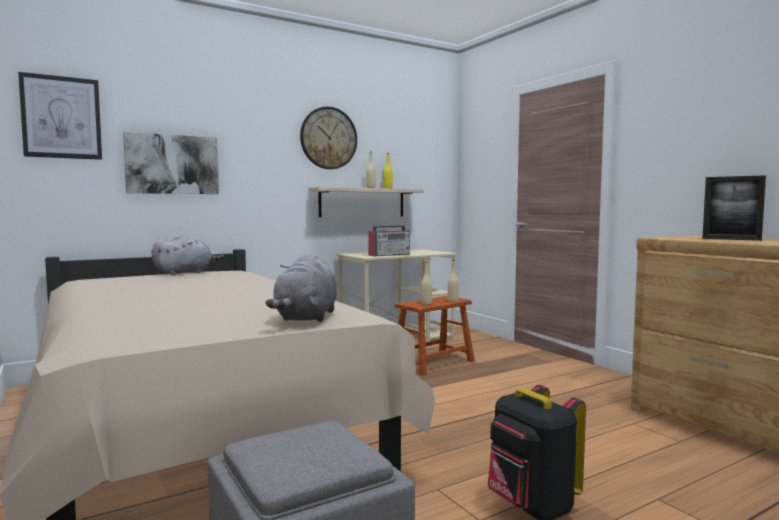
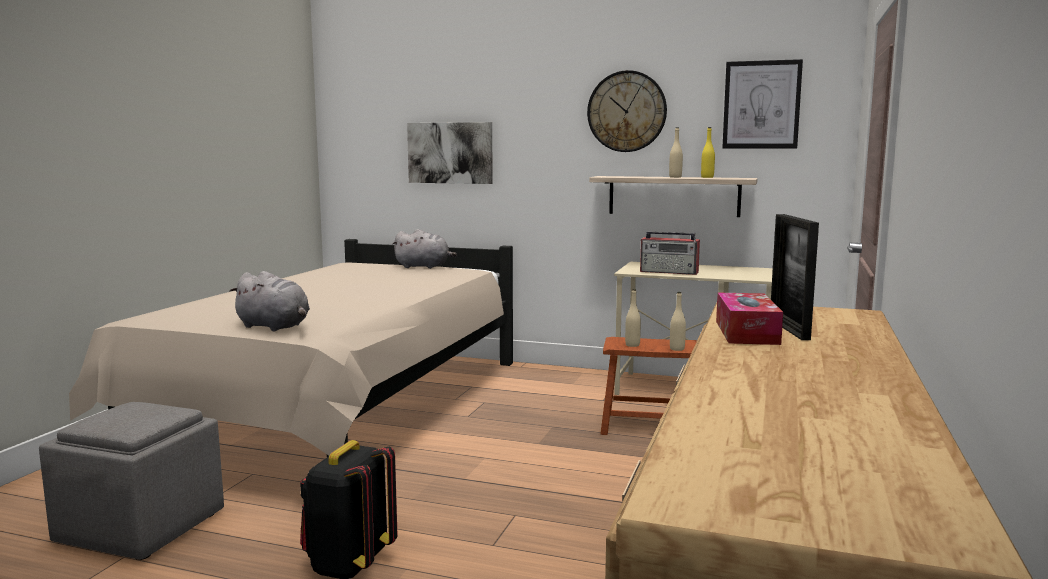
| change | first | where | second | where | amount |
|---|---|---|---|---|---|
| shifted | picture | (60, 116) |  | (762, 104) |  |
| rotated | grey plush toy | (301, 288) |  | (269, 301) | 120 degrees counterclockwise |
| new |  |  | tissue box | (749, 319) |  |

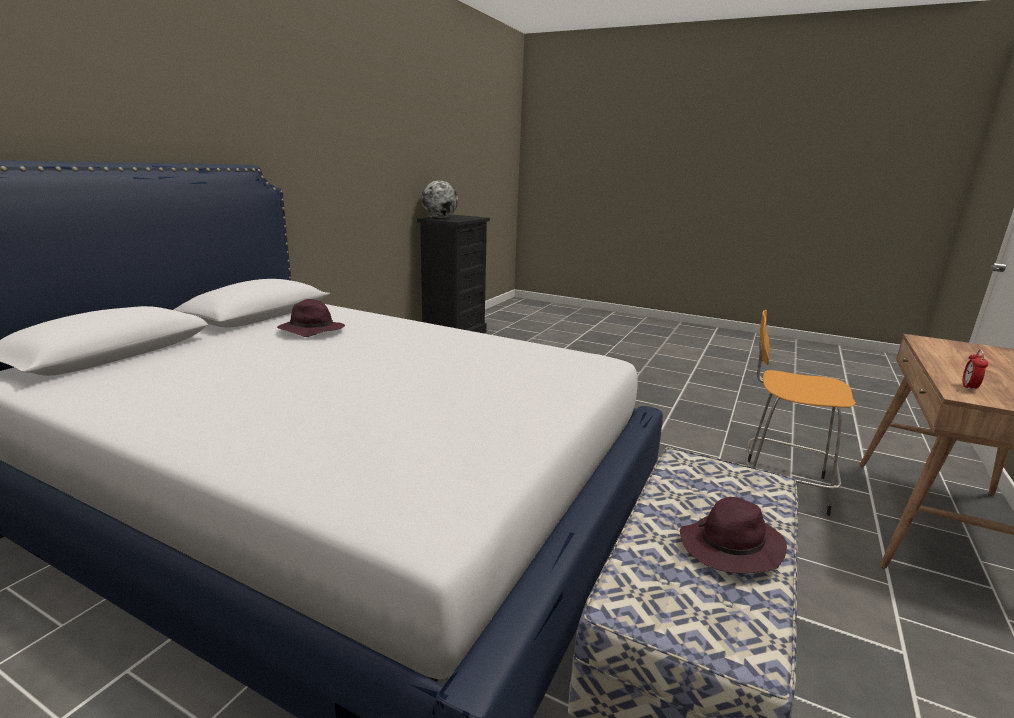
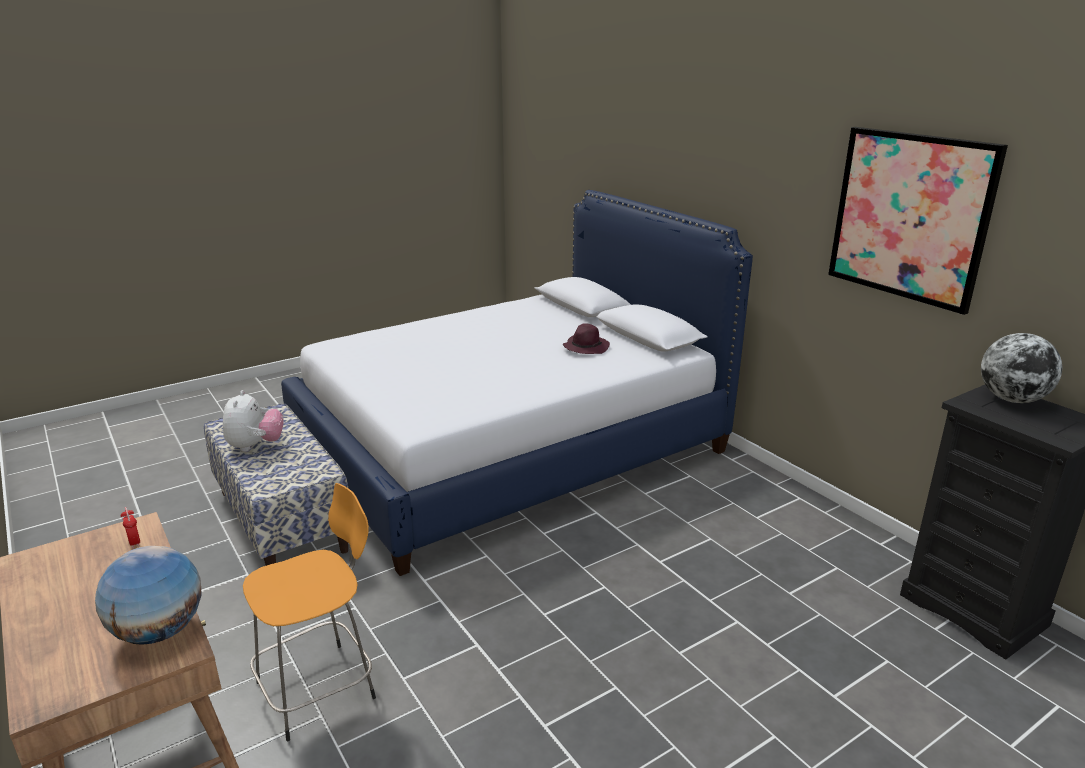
| change | first | where | second | where | amount |
|---|---|---|---|---|---|
| swapped | purple hat | (733, 535) | plush toy | (253, 421) |  |
| new |  |  | picture | (918, 221) |  |
| new |  |  | globe | (148, 595) |  |

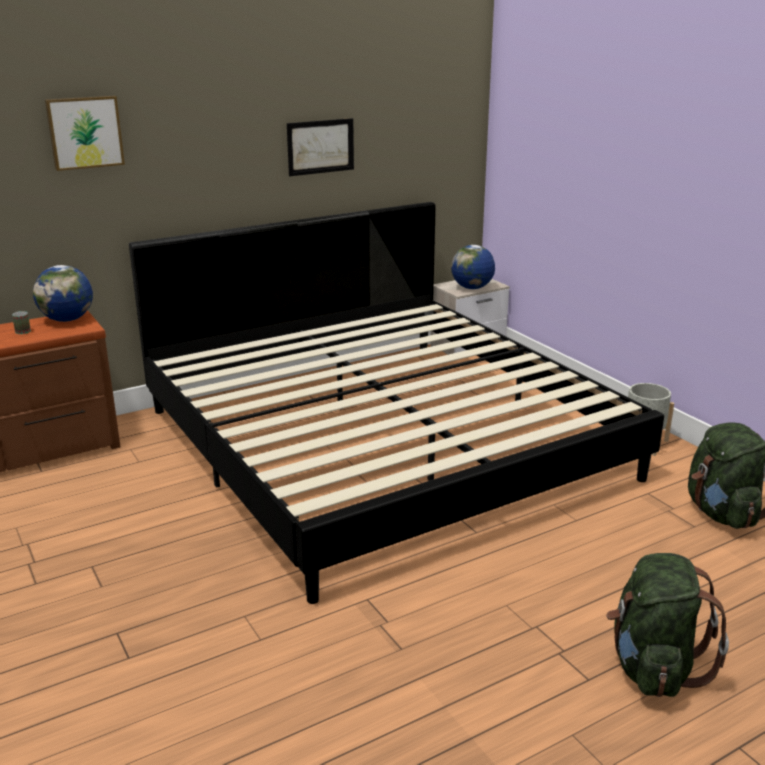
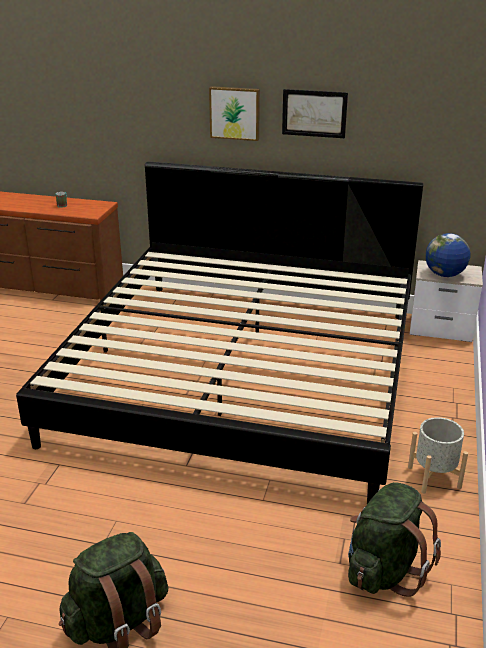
| change | first | where | second | where | amount |
|---|---|---|---|---|---|
| shifted | picture | (85, 133) |  | (234, 113) |  |
| gone | globe | (63, 293) |  |  |  |

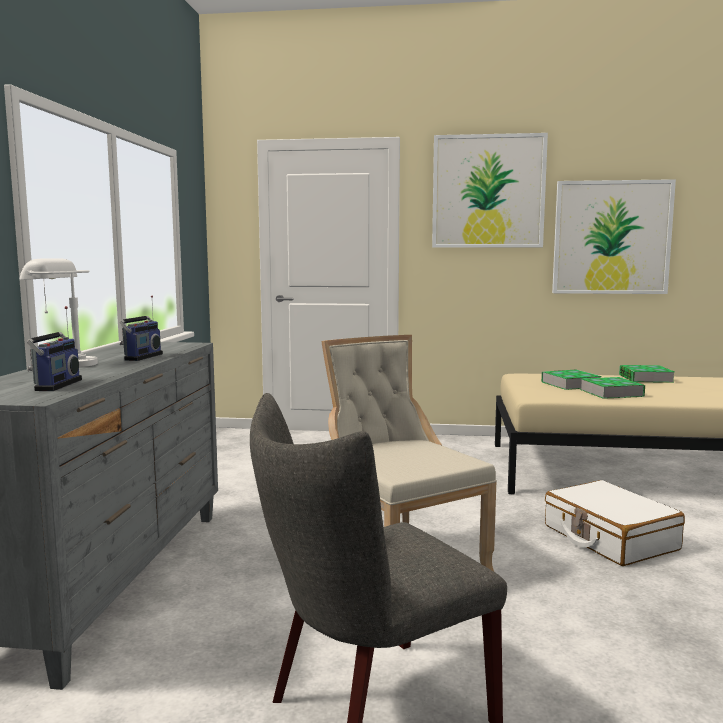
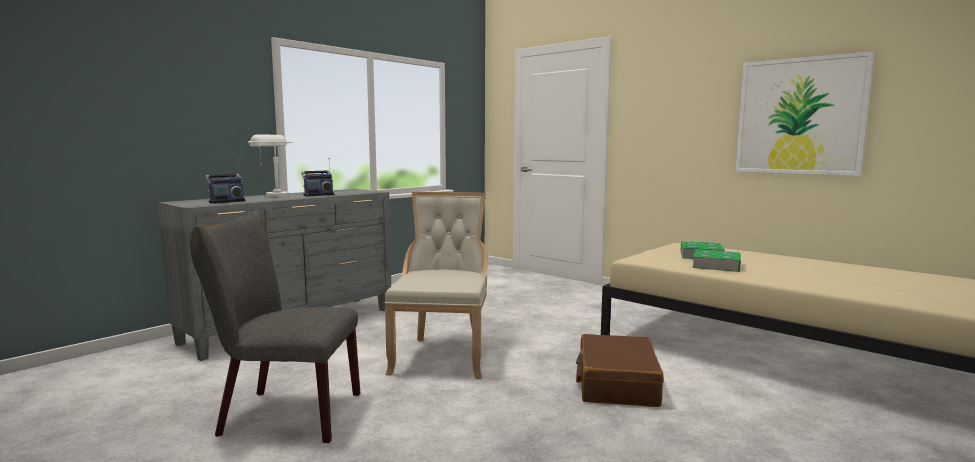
| change | first | where | second | where | amount |
|---|---|---|---|---|---|
| gone | picture | (490, 190) |  |  |  |
| gone | book | (646, 374) |  |  |  |
| repainted | white suitcase | (615, 523) | brown suitcase | (620, 370) |  |

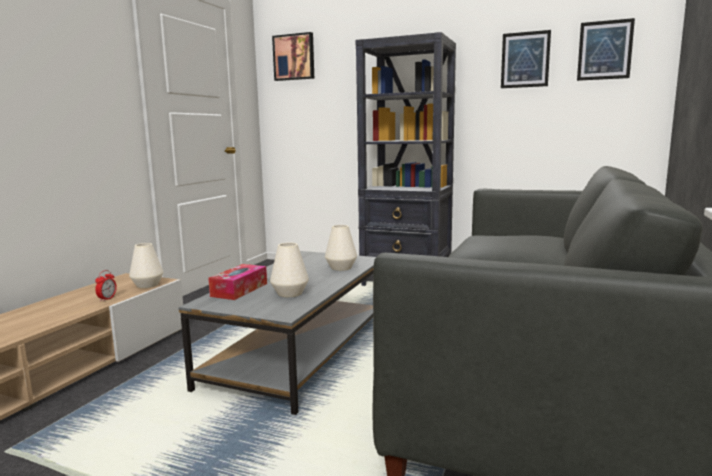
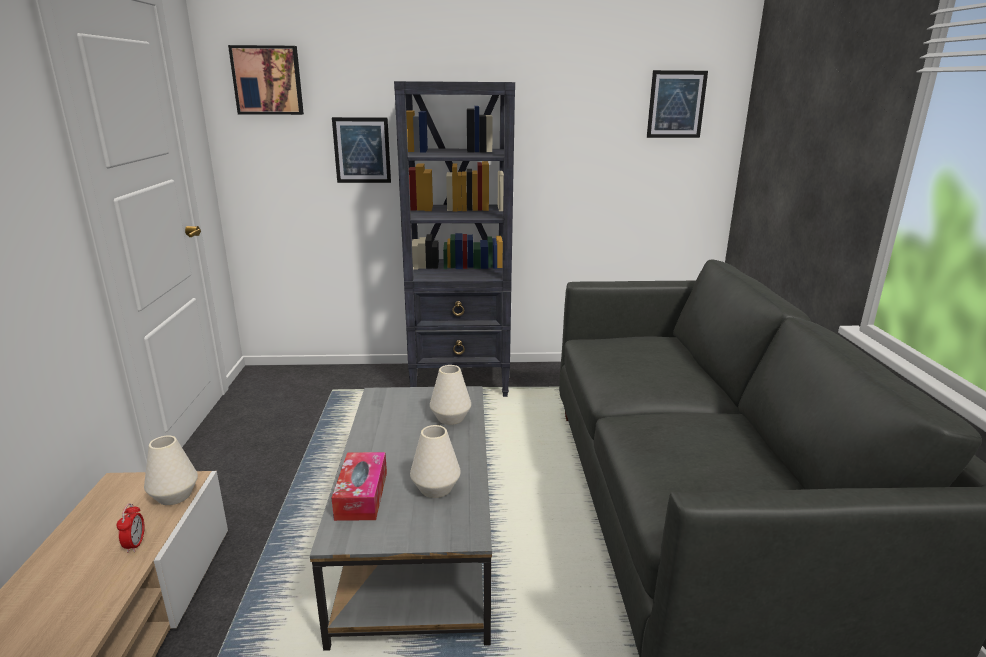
| change | first | where | second | where | amount |
|---|---|---|---|---|---|
| shifted | picture | (526, 59) |  | (361, 150) |  |

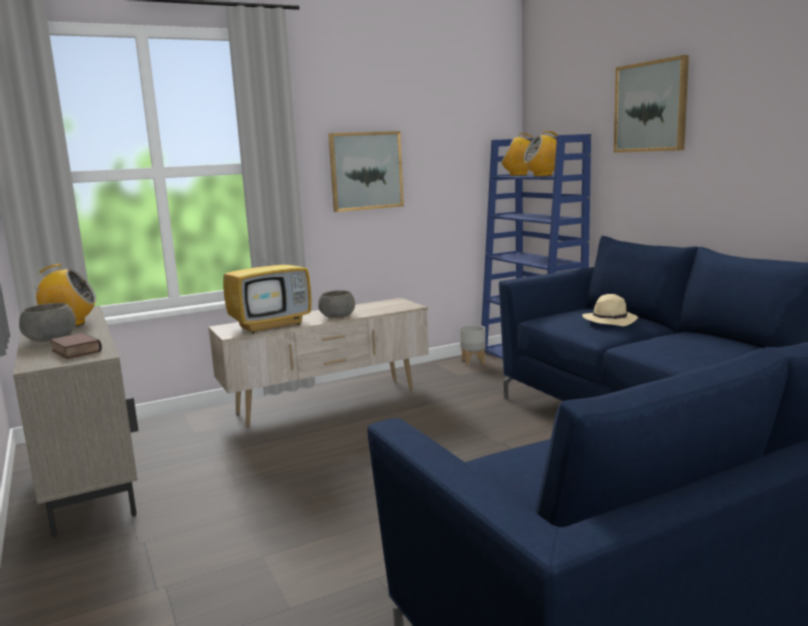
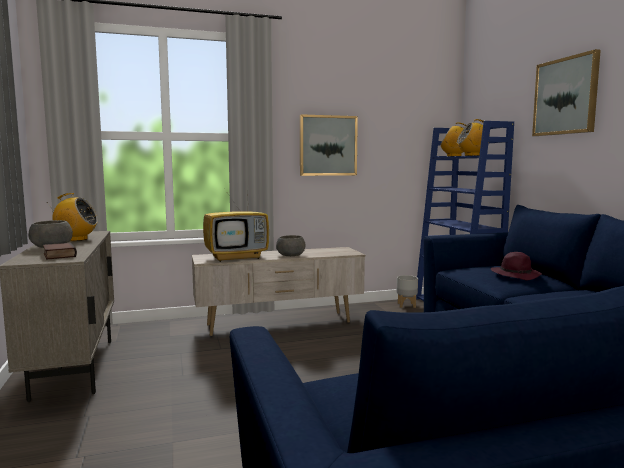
| change | first | where | second | where | amount |
|---|---|---|---|---|---|
| repainted | beige hat | (610, 310) | purple hat | (516, 266) |  |

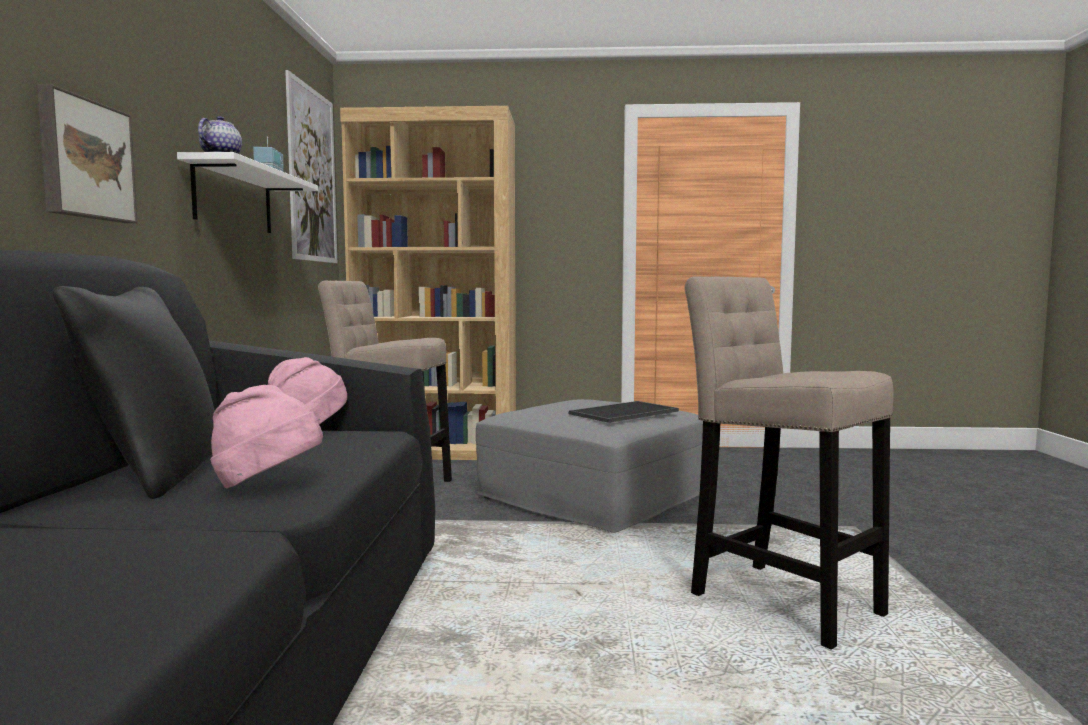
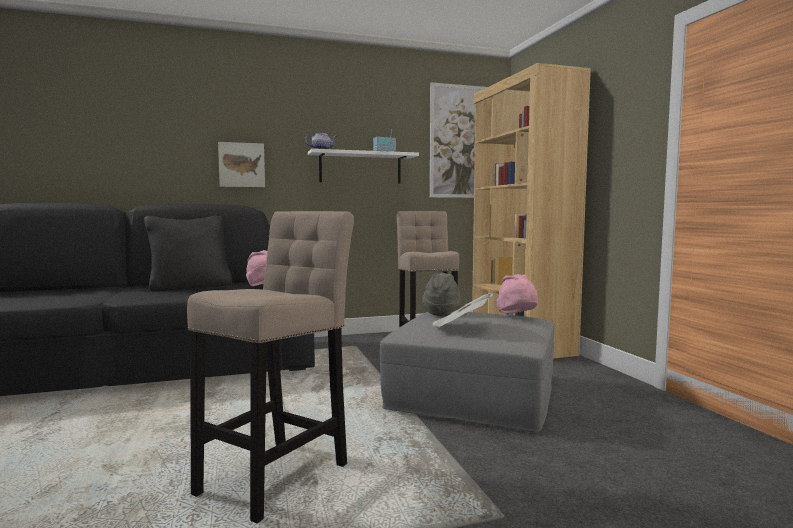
| change | first | where | second | where | amount |
|---|---|---|---|---|---|
| shifted | pink hat | (266, 436) |  | (517, 293) |  |
| swapped | tray | (624, 412) | newspaper | (462, 310) |  |
| new |  |  | grey hat | (441, 294) |  |

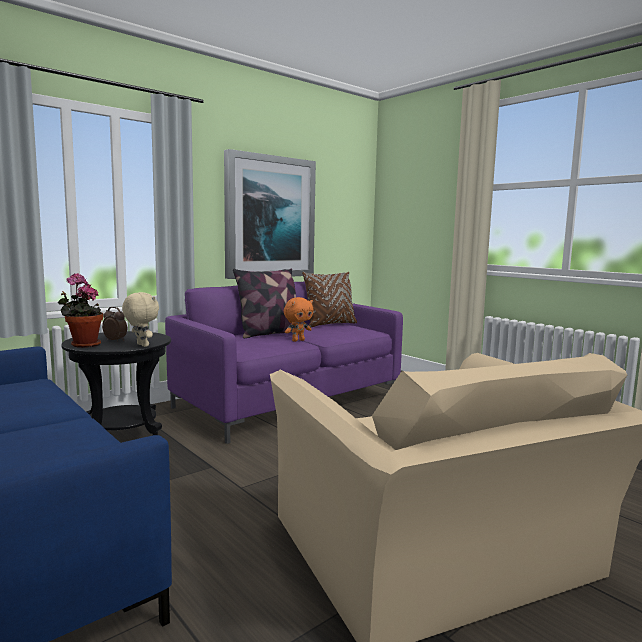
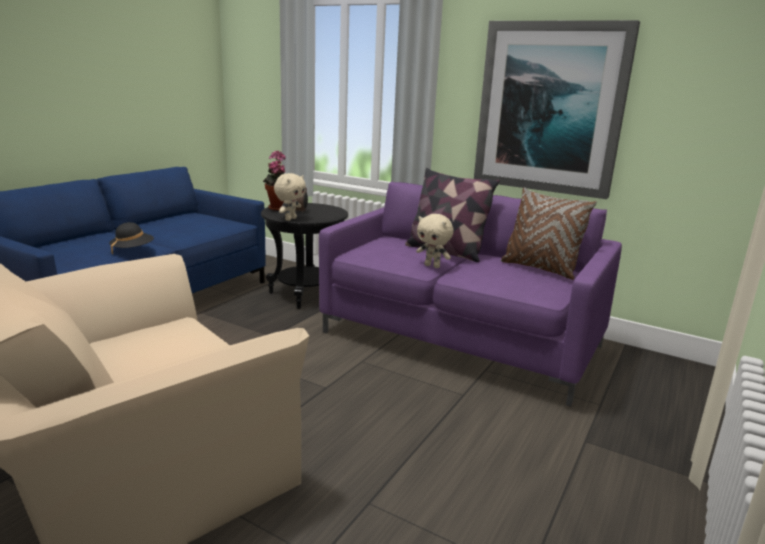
| change | first | where | second | where | amount |
|---|---|---|---|---|---|
| repainted | orange plush toy | (299, 319) | beige plush toy | (434, 241) |  |
| new |  |  | black hat | (131, 238) |  |

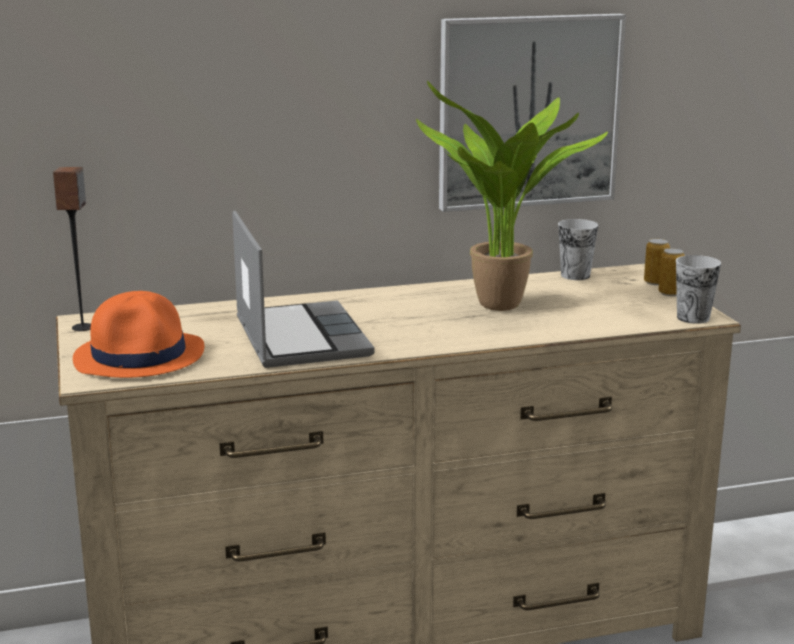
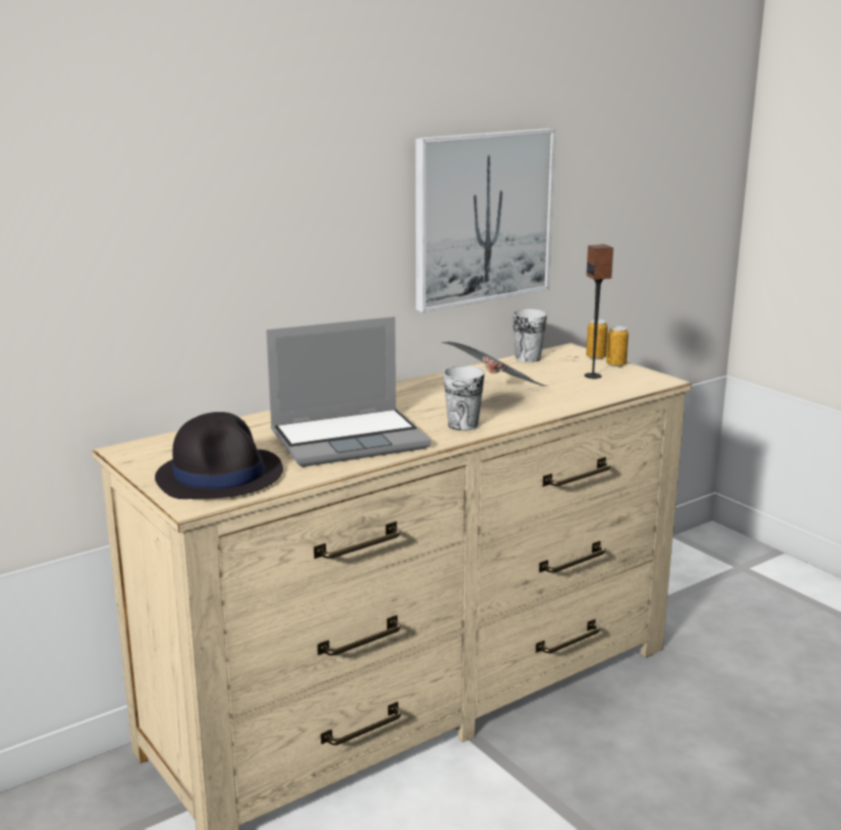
| change | first | where | second | where | amount |
|---|---|---|---|---|---|
| swapped | potted plant | (512, 196) | newspaper | (493, 363) |  |
| shifted | speaker | (72, 249) |  | (599, 311) |  |
| rotated | laptop | (303, 289) |  | (348, 392) | 105 degrees clockwise |
| shifted | cup | (698, 289) |  | (464, 398) |  |
| repainted | orange hat | (138, 334) | black hat | (219, 455) |  |

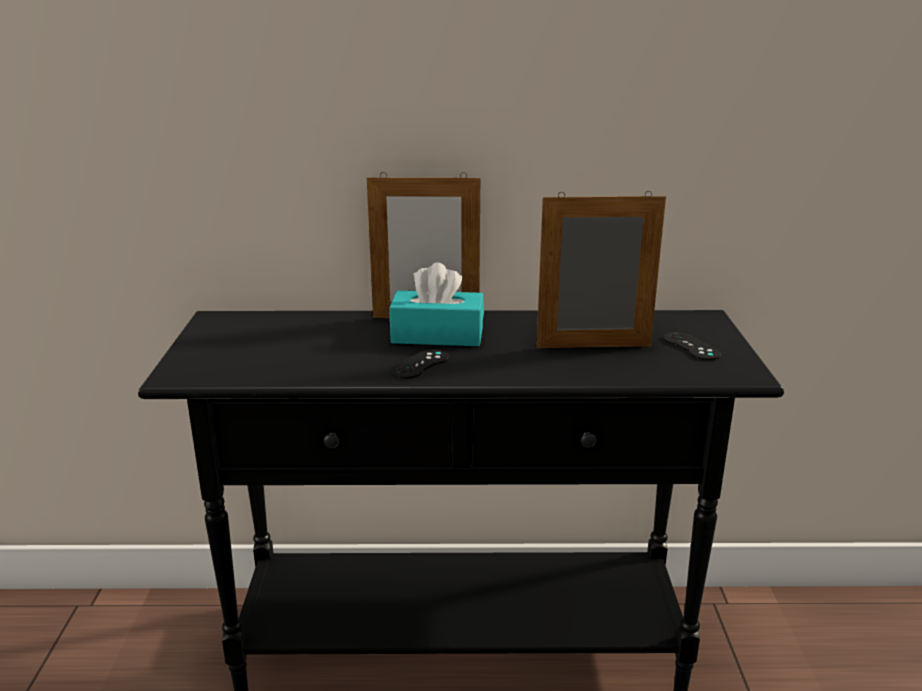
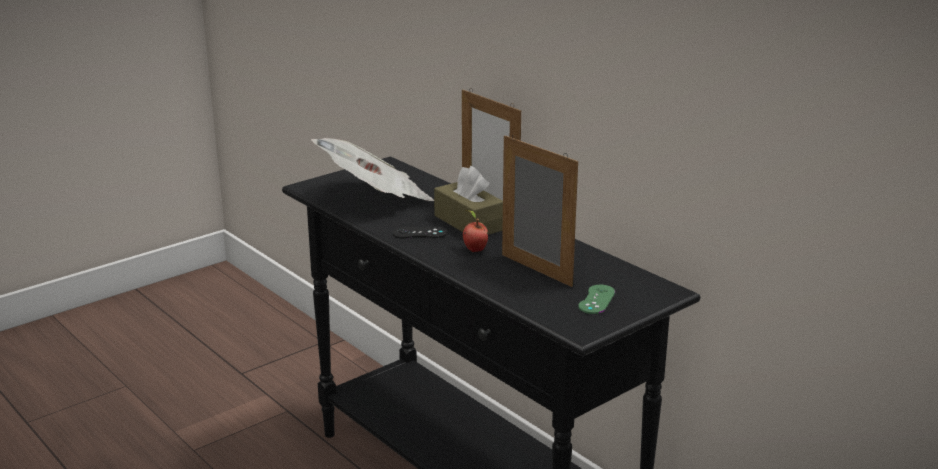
| change | first | where | second | where | amount |
|---|---|---|---|---|---|
| repainted | turquoise tissue box | (436, 304) | brown tissue box | (468, 200) |  |
| repainted | black game controller | (692, 346) | green game controller | (596, 299) |  |
| new |  |  | newspaper | (372, 169) |  |
| new |  |  | apple | (475, 231) |  |

